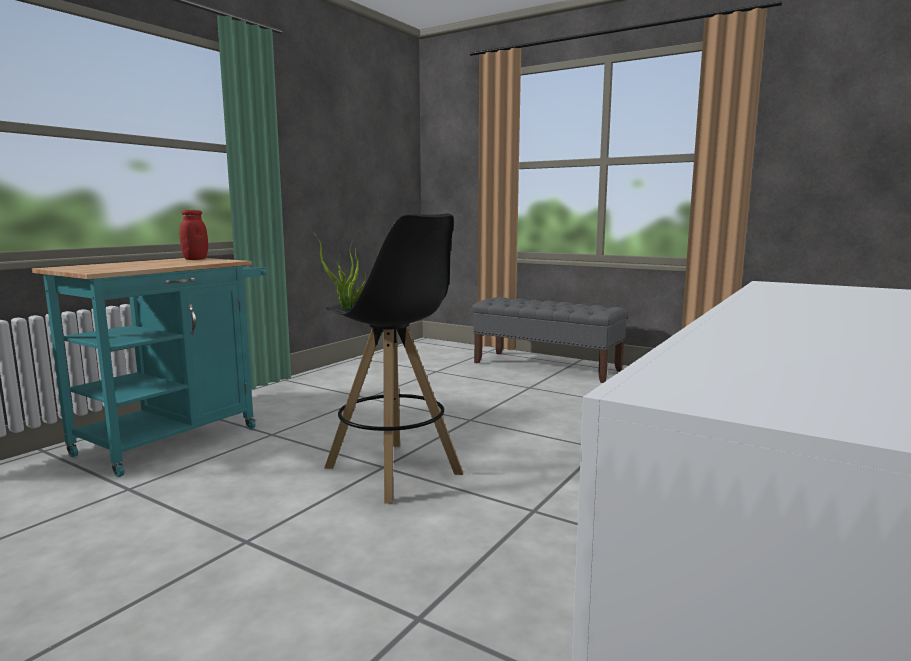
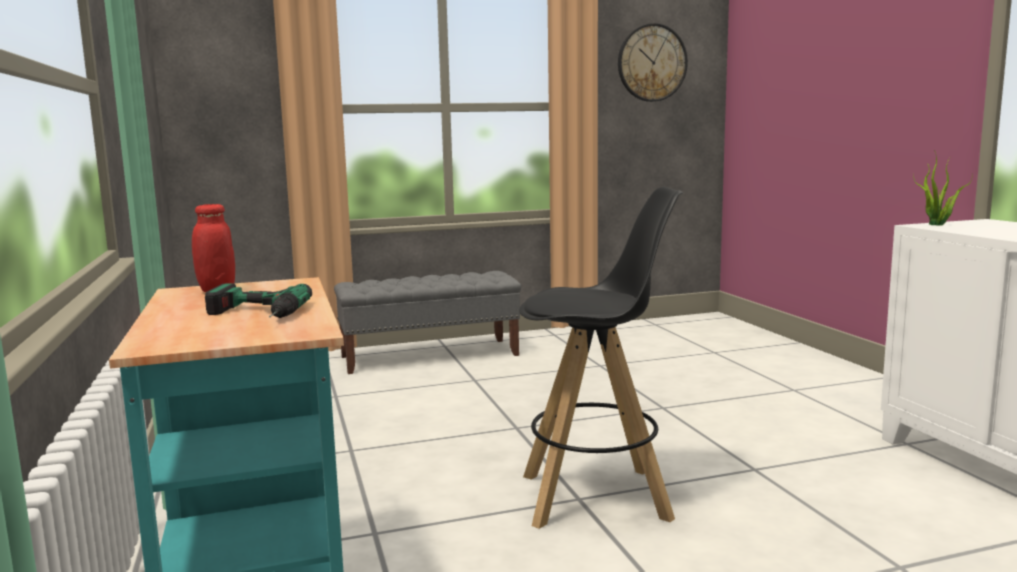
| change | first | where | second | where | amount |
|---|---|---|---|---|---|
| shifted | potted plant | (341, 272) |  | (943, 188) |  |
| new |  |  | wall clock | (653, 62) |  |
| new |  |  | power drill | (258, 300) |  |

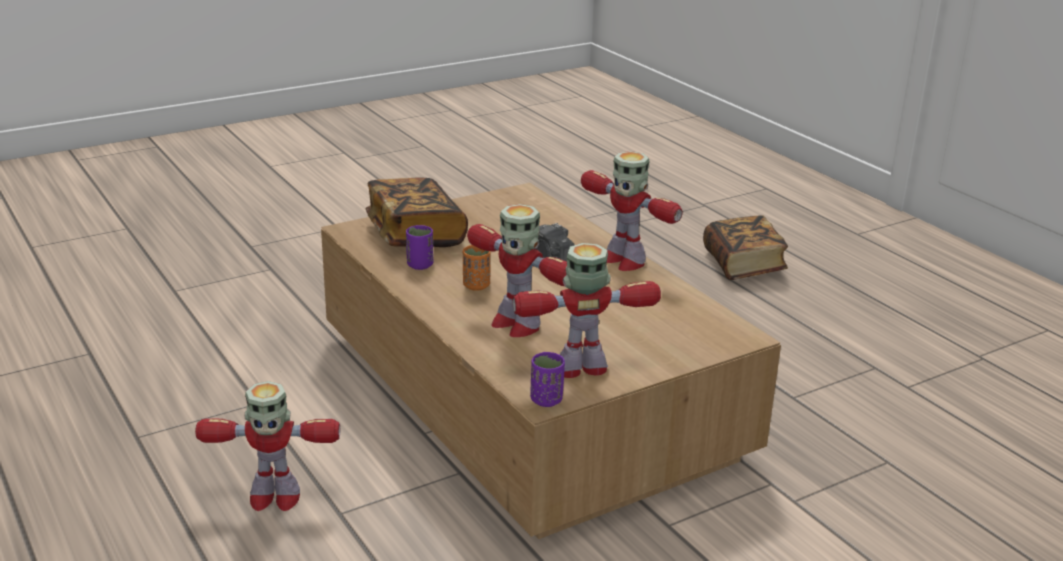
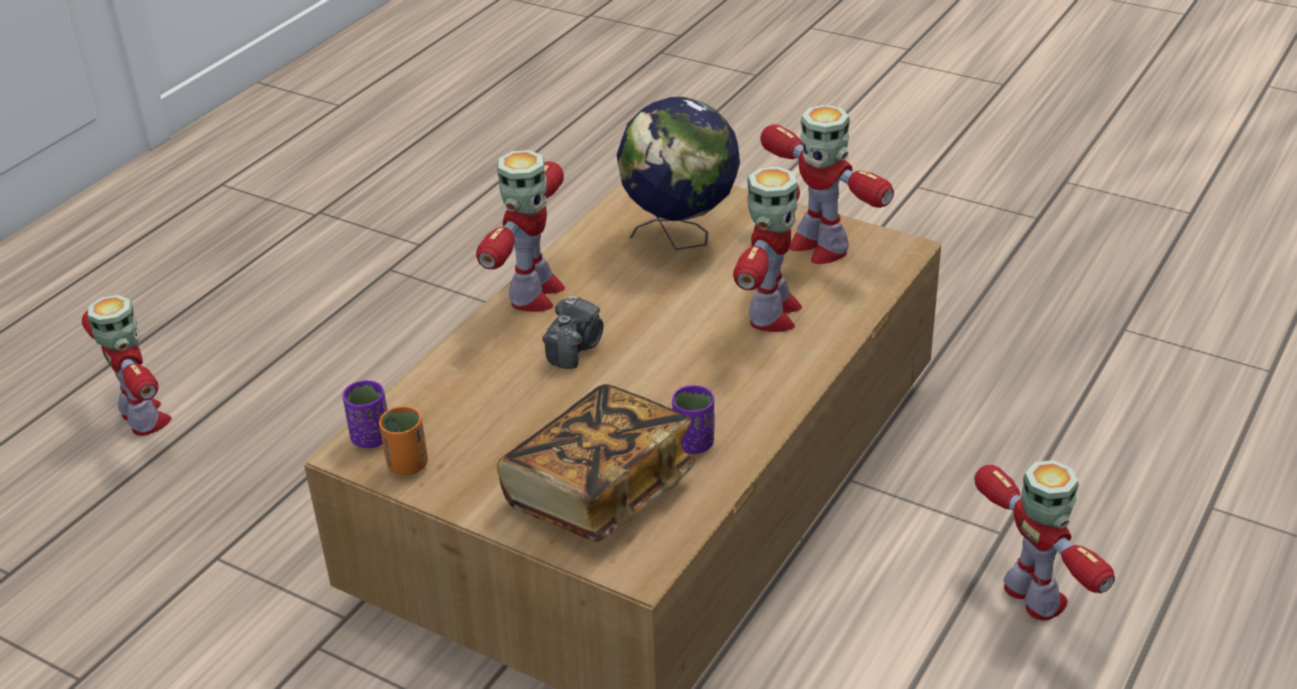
| change | first | where | second | where | amount |
|---|---|---|---|---|---|
| swapped | book | (745, 248) | toy robot | (127, 365) |  |
| shifted | orange cup | (477, 268) |  | (403, 440) |  |
| shifted | purple cup | (547, 379) |  | (365, 414) |  |
| new |  |  | globe | (678, 173) |  |

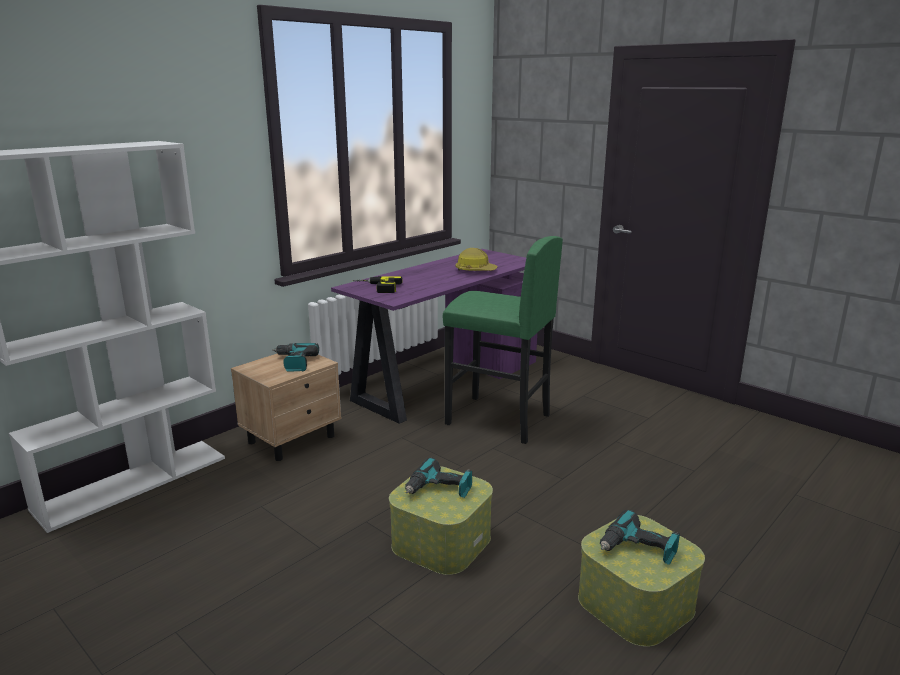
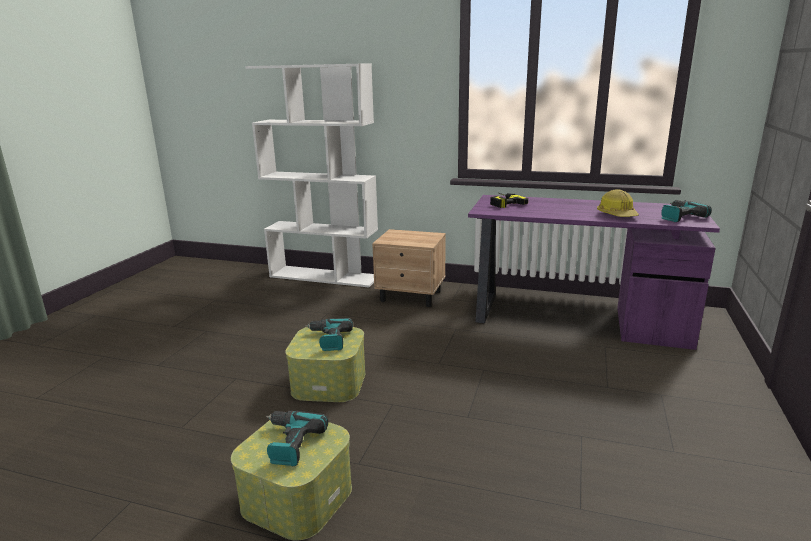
| change | first | where | second | where | amount |
|---|---|---|---|---|---|
| gone | green stool | (503, 340) |  |  |  |
| shifted | power drill | (295, 357) |  | (686, 211) |  |

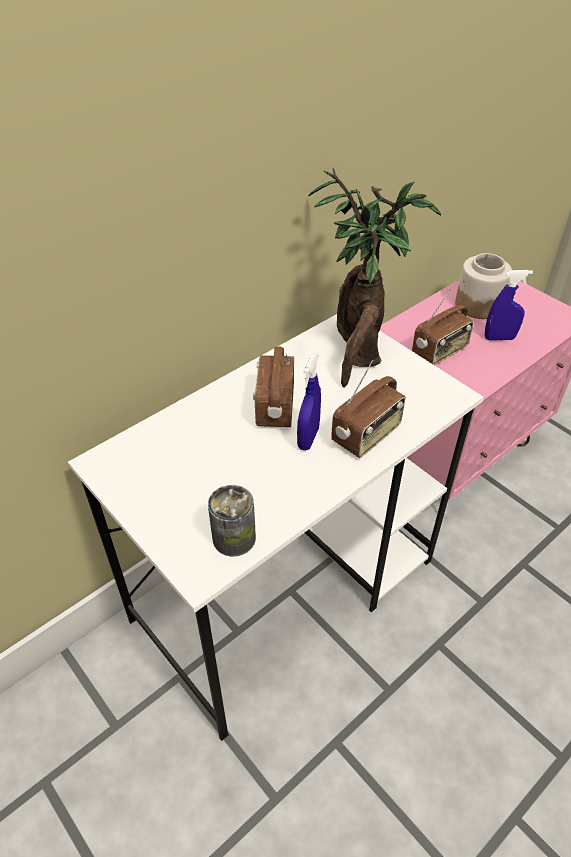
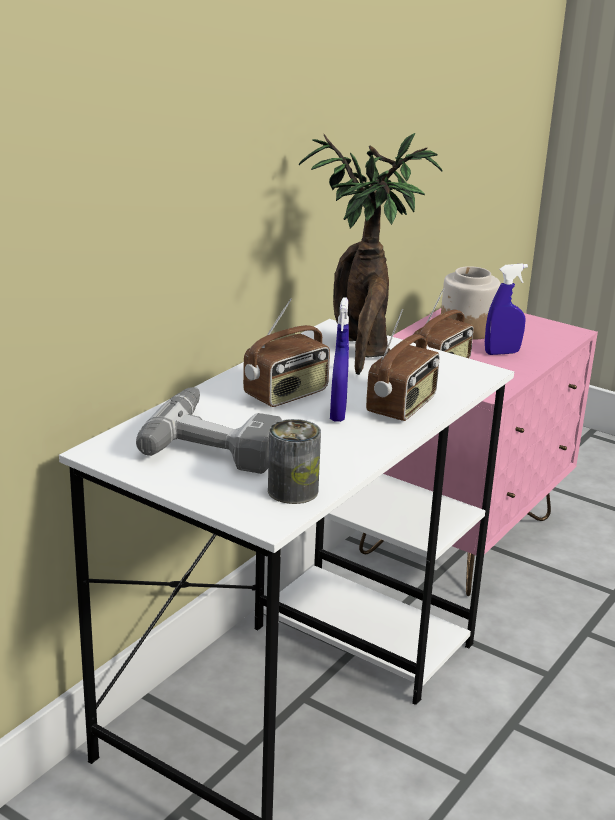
| change | first | where | second | where | amount |
|---|---|---|---|---|---|
| rotated | radio | (273, 386) |  | (286, 352) | 120 degrees counterclockwise |
| new |  |  | power drill | (209, 430) |  |

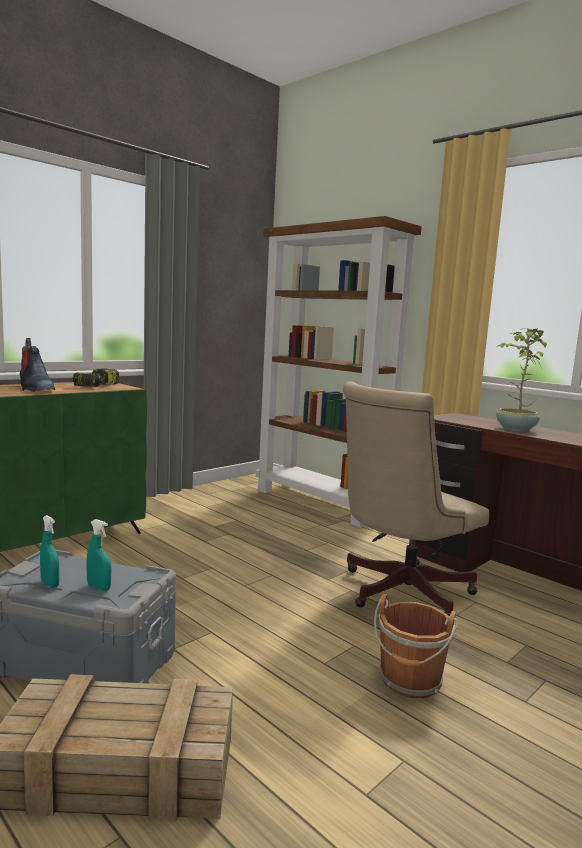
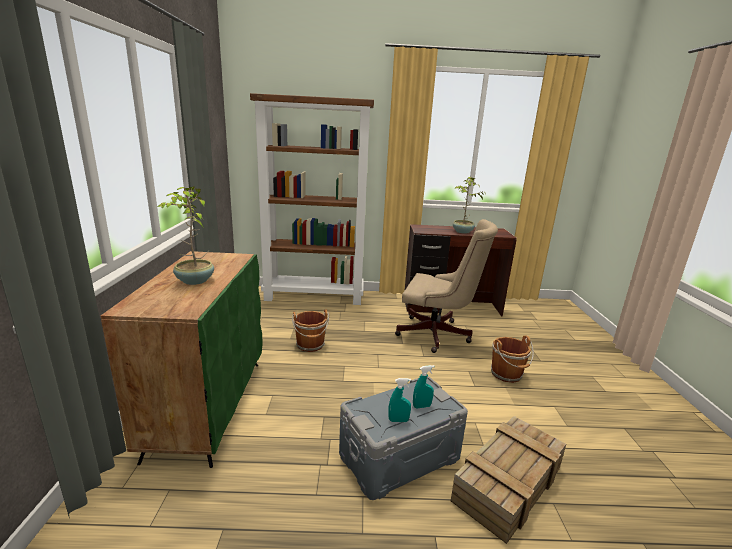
| change | first | where | second | where | amount |
|---|---|---|---|---|---|
| swapped | boot | (37, 365) | potted plant | (186, 235) |  |
| gone | power drill | (96, 377) |  |  |  |
| rotated | beige office chair | (416, 498) |  | (446, 286) | 75 degrees counterclockwise |
| new |  |  | brown bucket | (310, 330) |  |

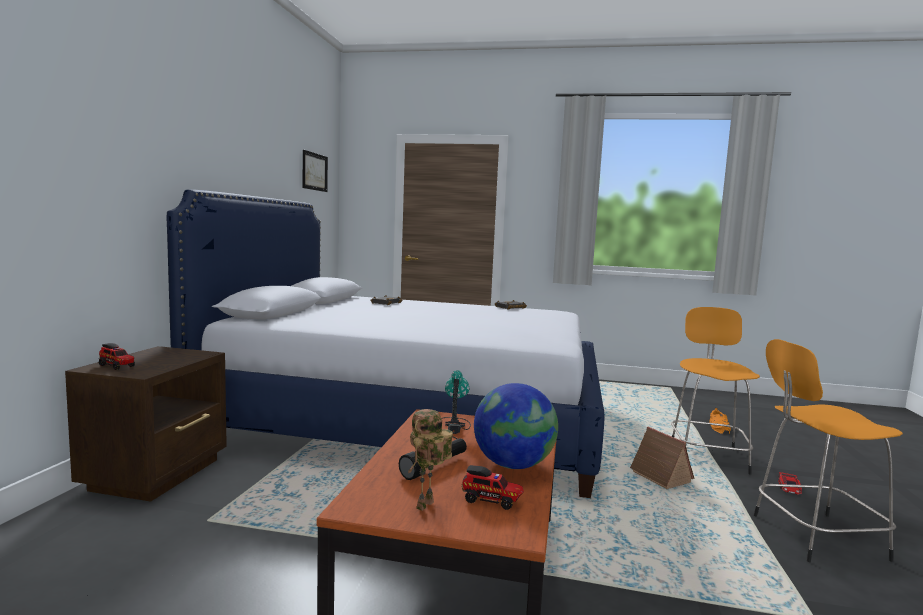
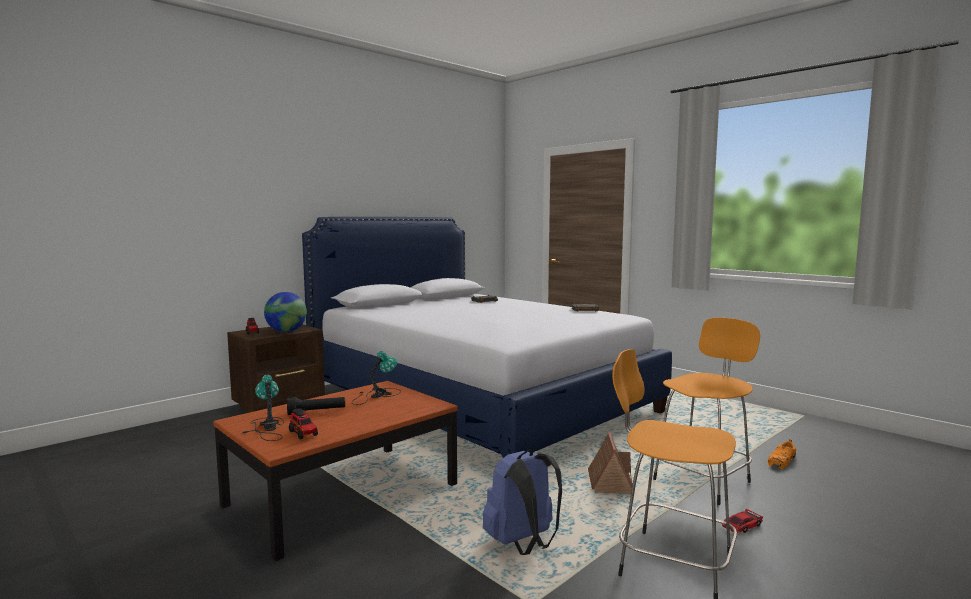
| change | first | where | second | where | amount |
|---|---|---|---|---|---|
| gone | picture | (315, 171) |  |  |  |
| shifted | globe | (516, 426) |  | (285, 312) |  |
| swapped | toy robot | (430, 460) | table lamp | (263, 407) |  |
| new |  |  | blue backpack | (522, 502) |  |

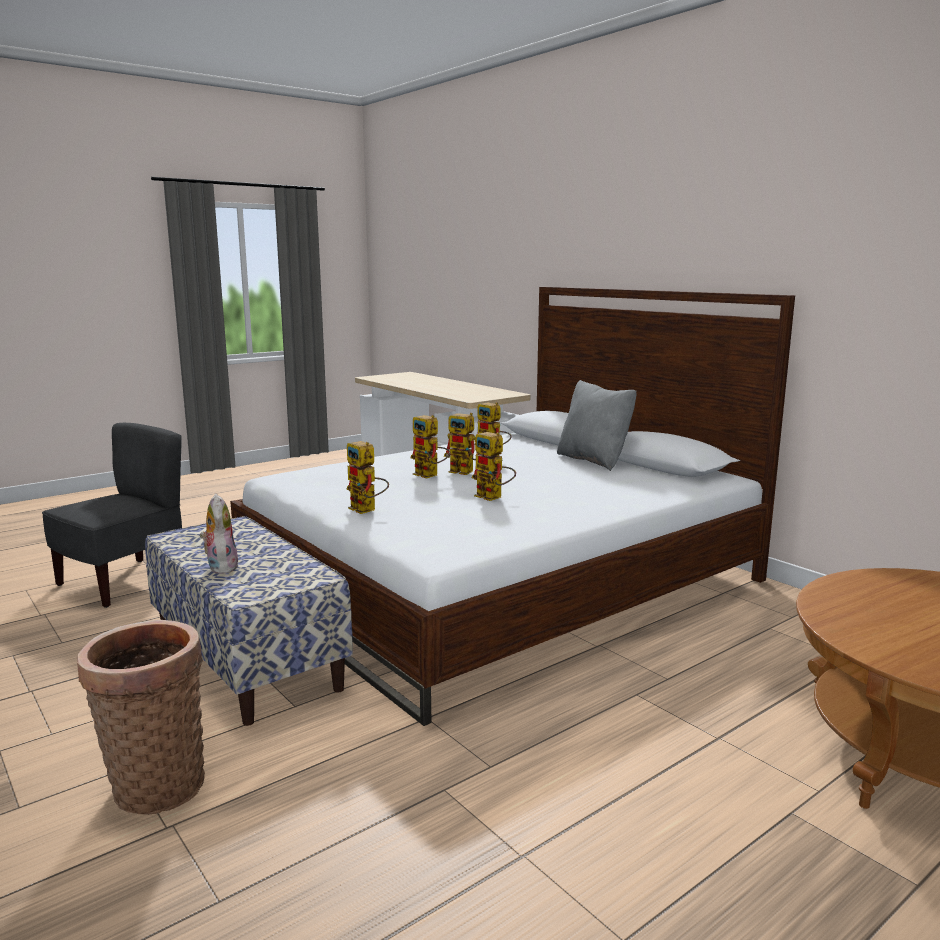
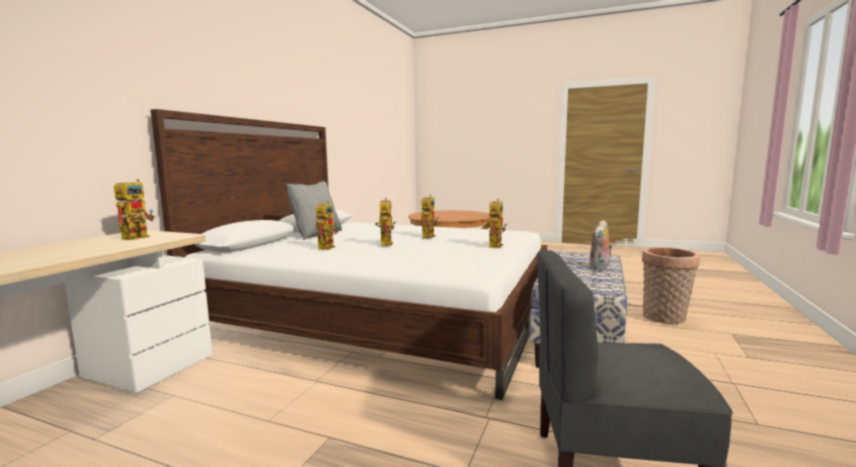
| change | first | where | second | where | amount |
|---|---|---|---|---|---|
| shifted | toy robot | (430, 446) |  | (134, 209) |  |

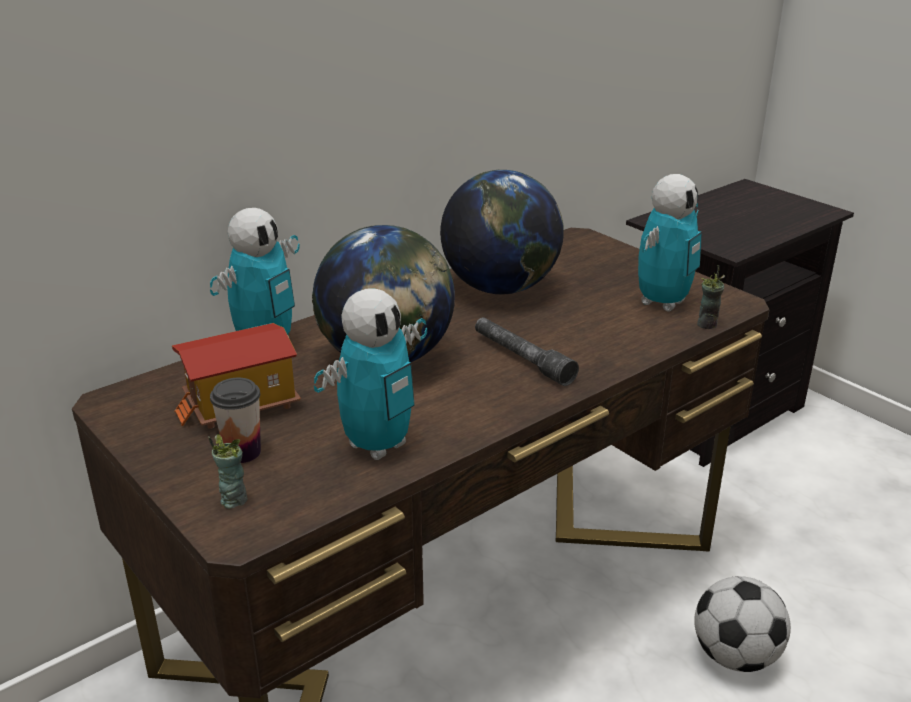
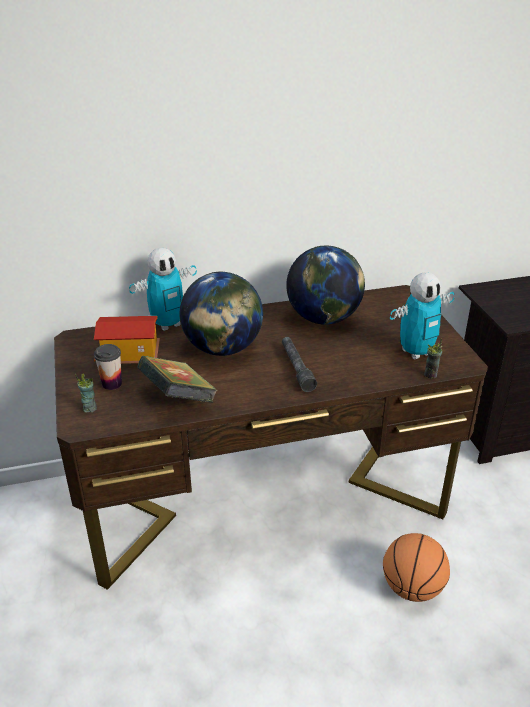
| change | first | where | second | where | amount |
|---|---|---|---|---|---|
| swapped | toy robot | (370, 374) | book | (177, 379) |  |
| swapped | football | (742, 624) | basketball | (416, 567) |  |

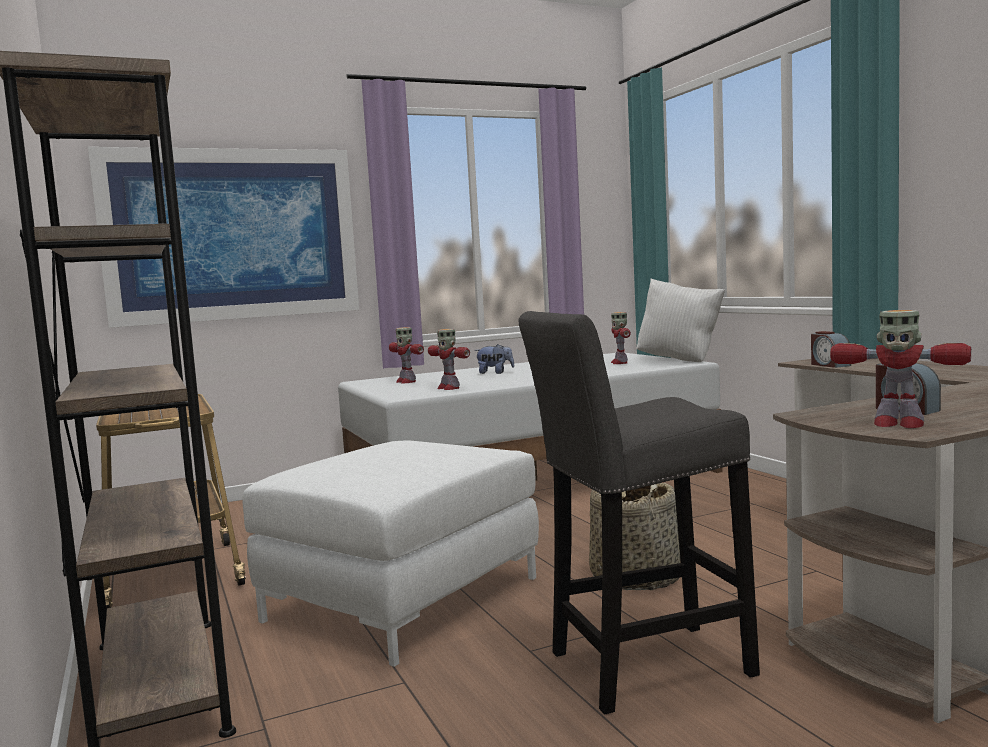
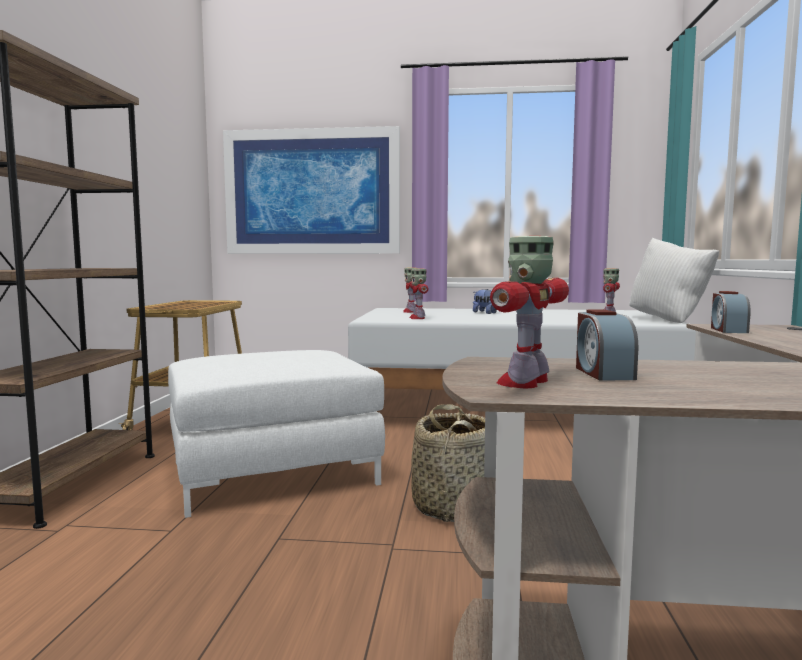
| change | first | where | second | where | amount |
|---|---|---|---|---|---|
| rotated | toy robot | (900, 369) |  | (529, 312) | 60 degrees clockwise |
| gone | grey stool | (639, 513) |  |  |  |

